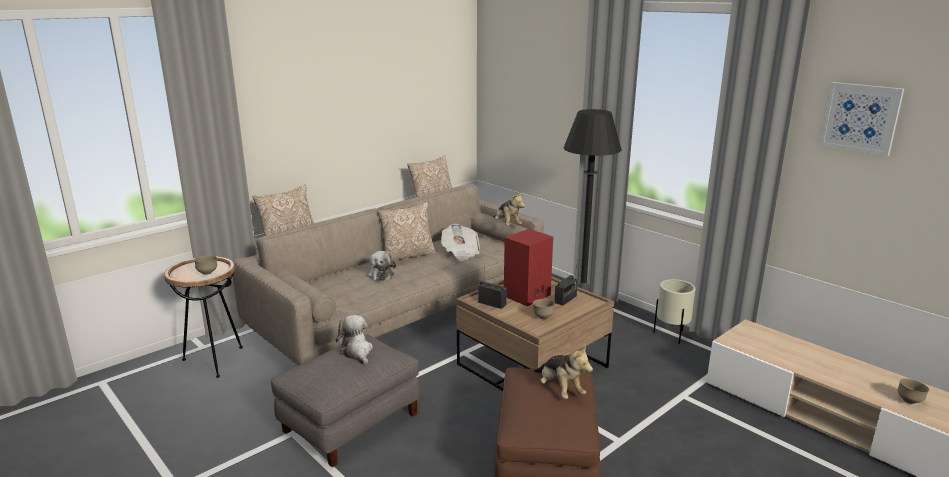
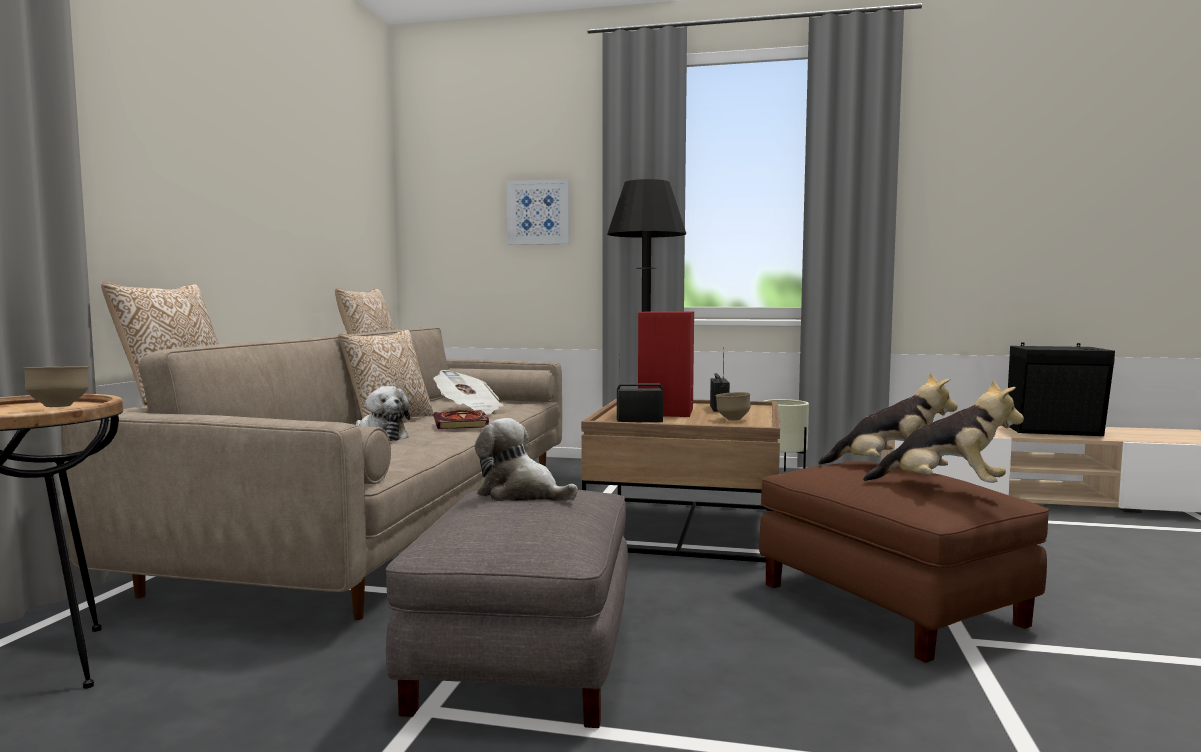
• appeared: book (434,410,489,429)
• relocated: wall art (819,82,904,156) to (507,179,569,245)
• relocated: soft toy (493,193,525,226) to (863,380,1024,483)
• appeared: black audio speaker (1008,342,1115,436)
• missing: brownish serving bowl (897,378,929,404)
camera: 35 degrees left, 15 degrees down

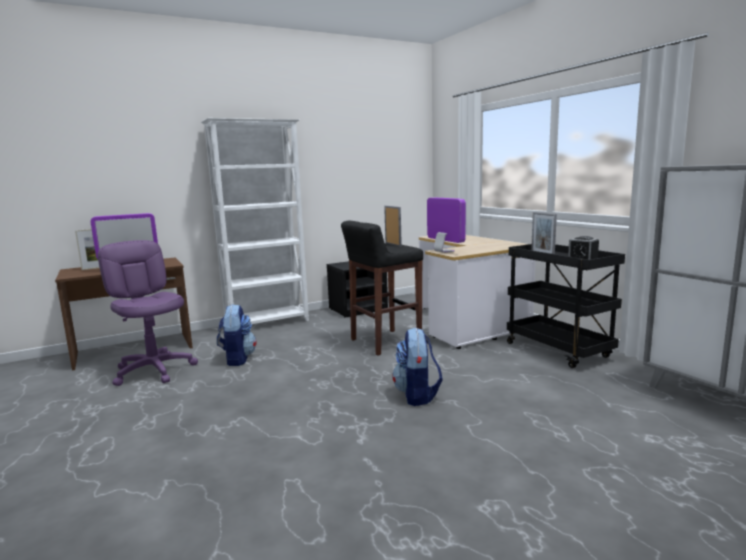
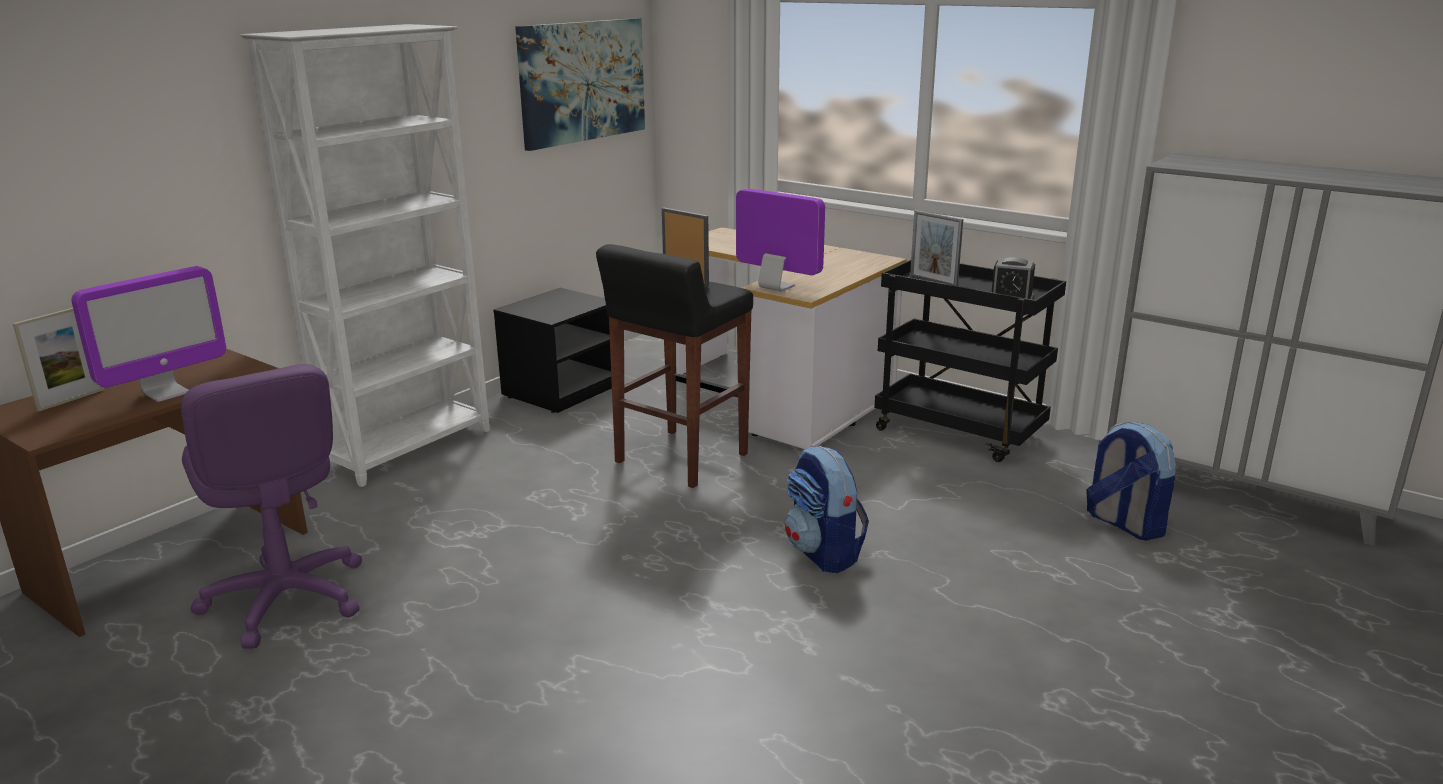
• spun: purple-coloured desk chair (98,240,198,386) = (181,364,362,649) 150 degrees counterclockwise
• appeared: wall art (515,18,645,151)
• relocated: knapsack (217,304,257,366) to (1086,422,1176,541)
camera: 25 degrees left, 10 degrees up

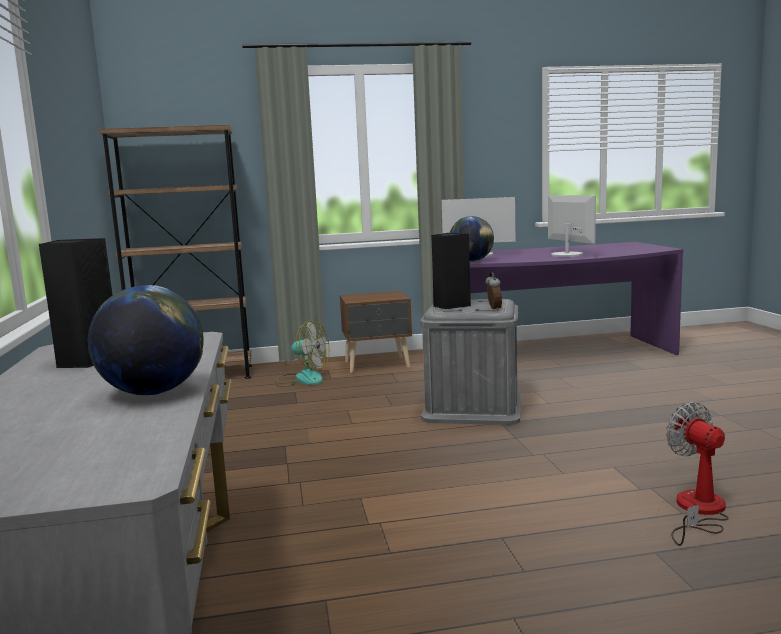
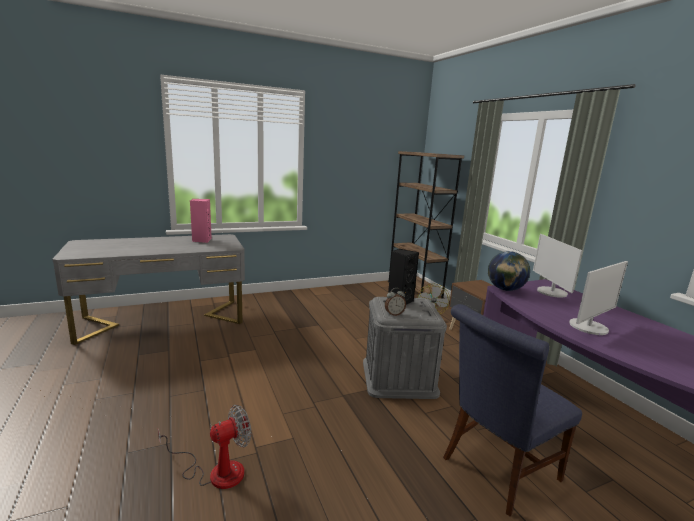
• colour: black audio speaker (39,238,112,368) to pinkish audio speaker (190,199,212,243)
• appeared: bluish upright chair (443,304,582,517)
• missing: globe (88,285,204,395)
camera: 75 degrees right, 5 degrees up

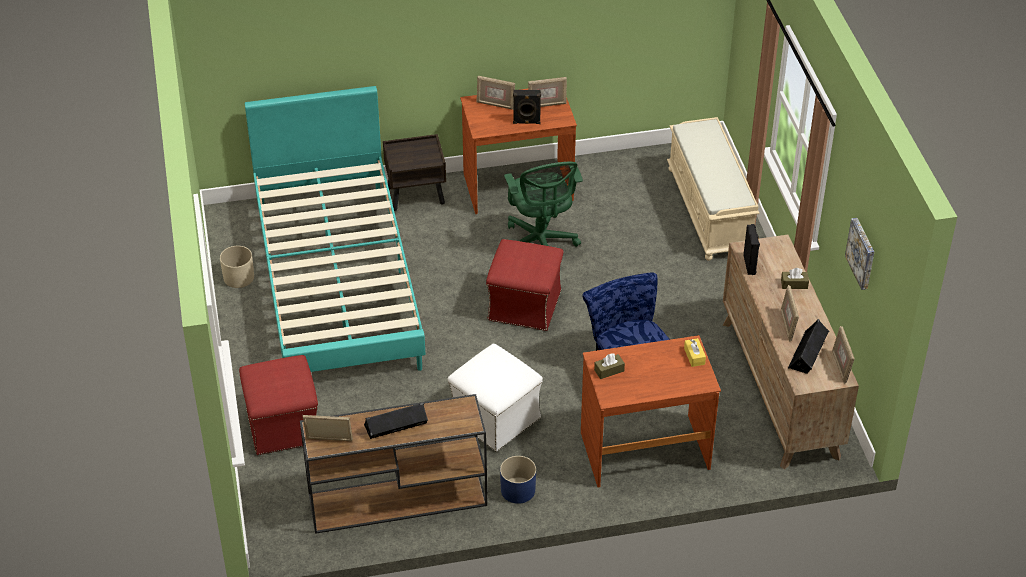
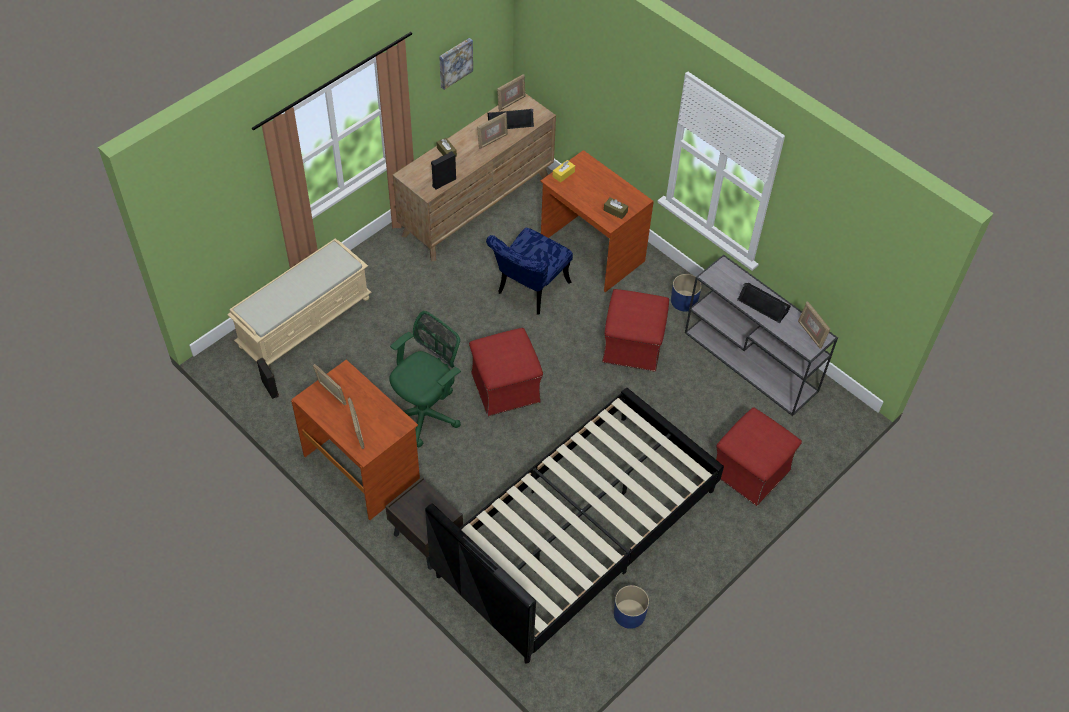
• relocated: black audio speaker (513,90,541,124) to (257,358,279,399)
• colour: turquoise bed (245,86,425,372) to black bed (425,388,724,664)
• colour: whitish ottoman (448,343,543,452) to red ottoman (602,289,669,372)
• colour: sand-coloured flower pot (220,246,254,288) to bluish flower pot (614,585,649,629)
• colour: brownish console table (300,394,487,534) to grey console table (685,255,838,416)
camera: 125 degrees left, 10 degrees up

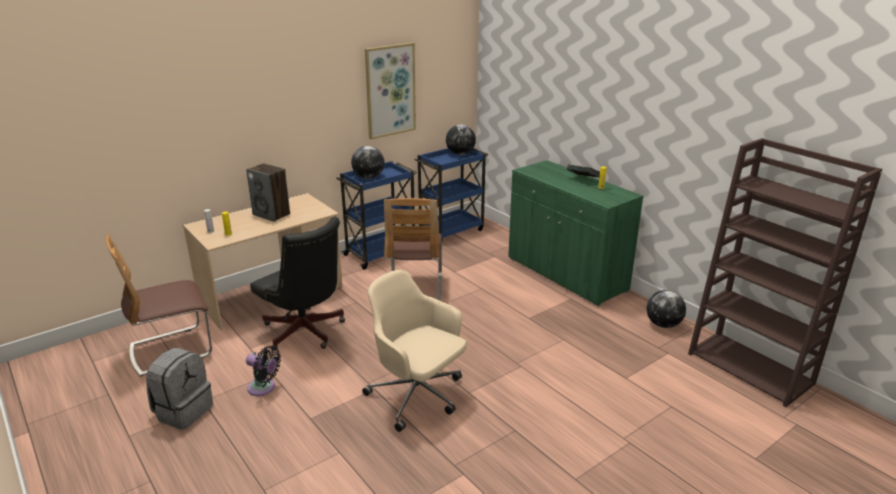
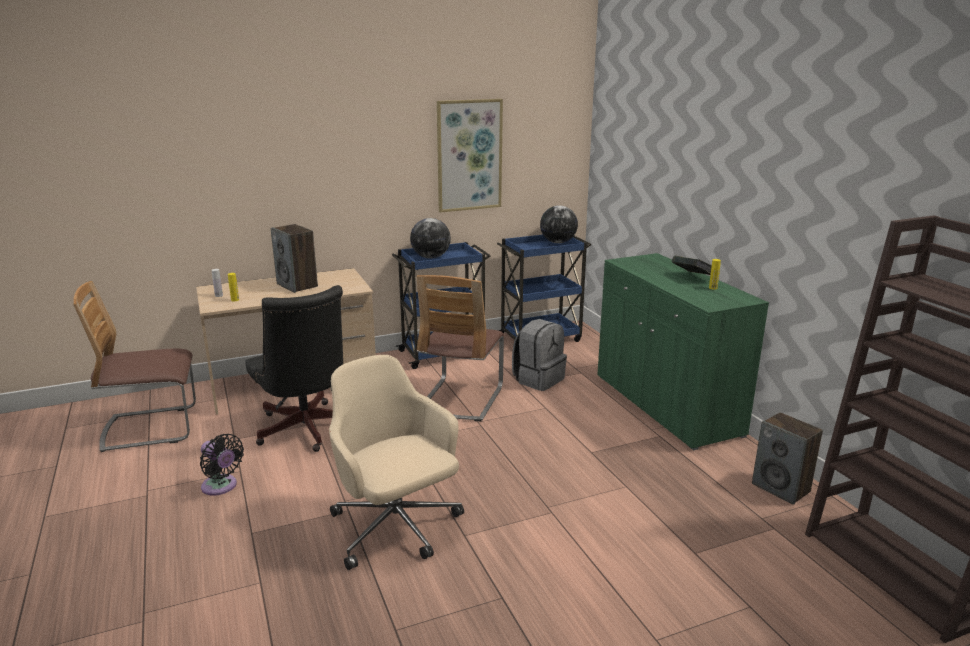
• relocated: grey knapsack (146,348,213,430) to (512,319,567,391)
• exchanged: globe (646,290,686,328) to audio speaker (752,412,823,505)
camera: 15 degrees right, 5 degrees down

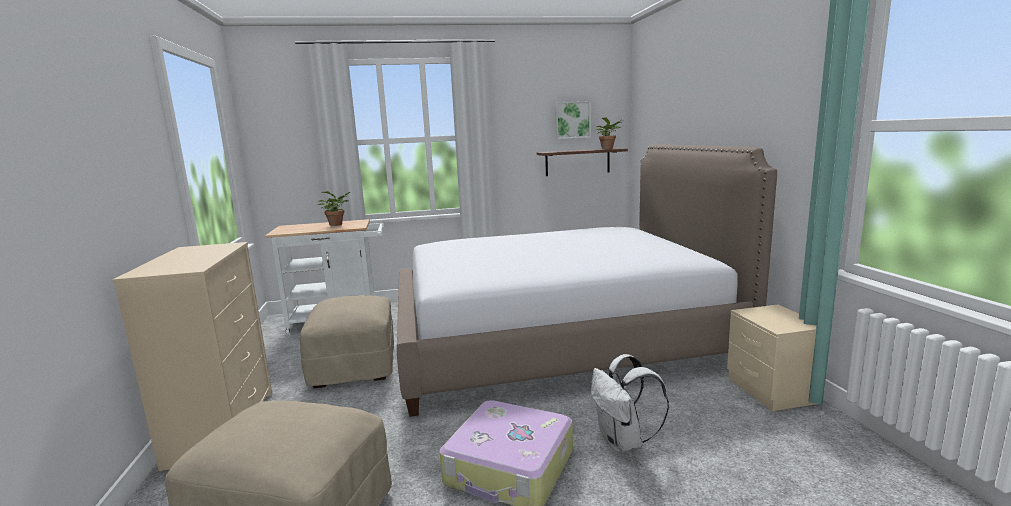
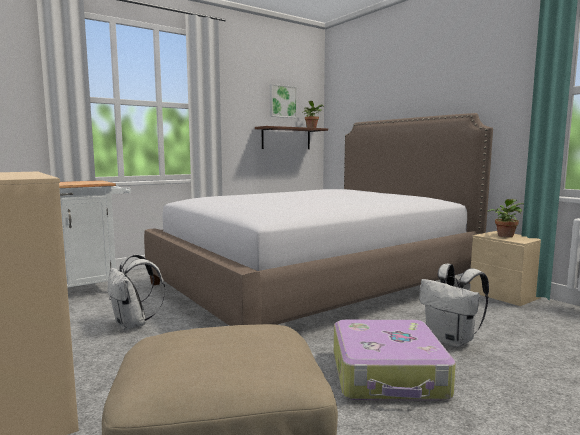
• exchanged: sand-coloured ottoman (300,295,394,389) to whitish knapsack (108,254,165,330)
• relocated: plant in a pot (318,191,353,226) to (487,199,524,238)
camera: 25 degrees left, 5 degrees down

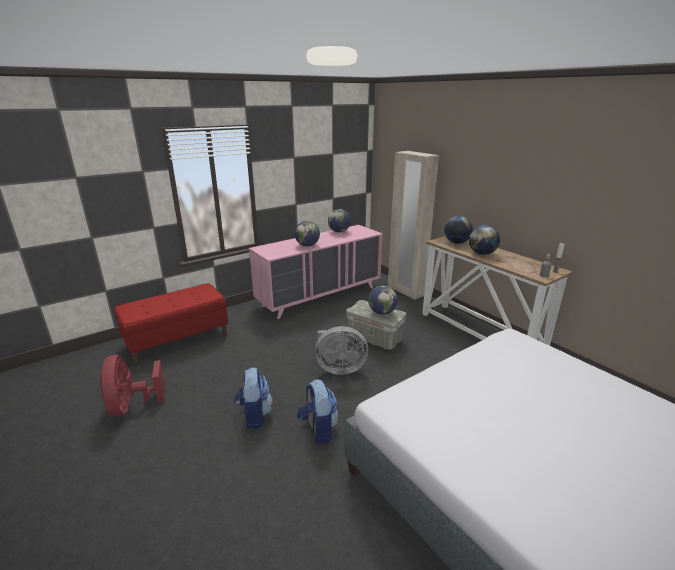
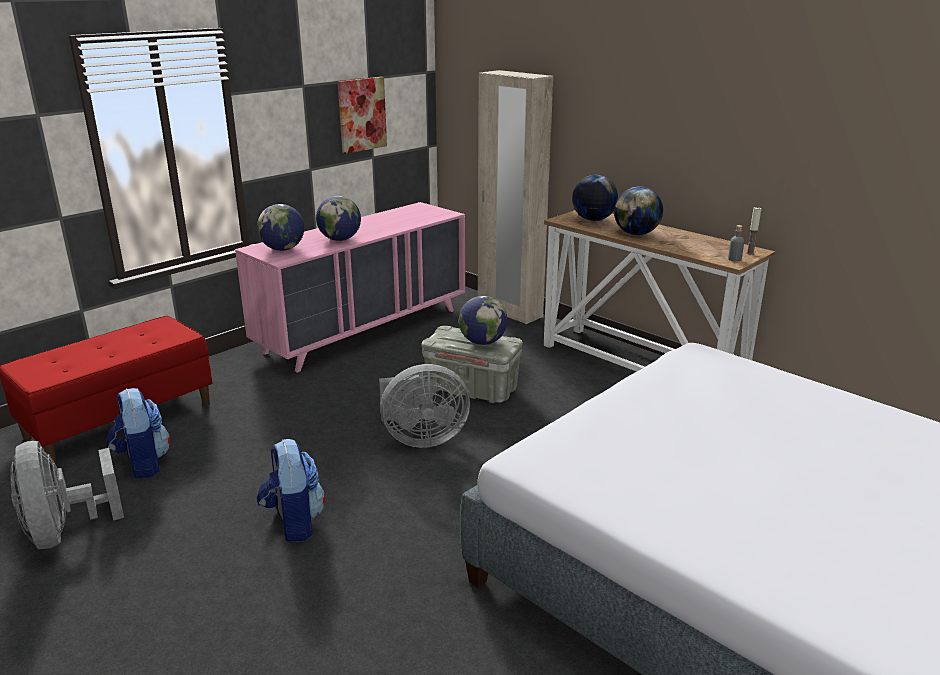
• colour: red electric fan (100,355,165,417) to grey electric fan (11,441,124,549)
• relocated: knapsack (297,379,338,444) to (106,388,170,479)
• relocated: globe (328,209,351,232) to (257,204,304,251)
• appeared: wall art (338,77,387,154)
camera: 10 degrees left, 0 degrees up

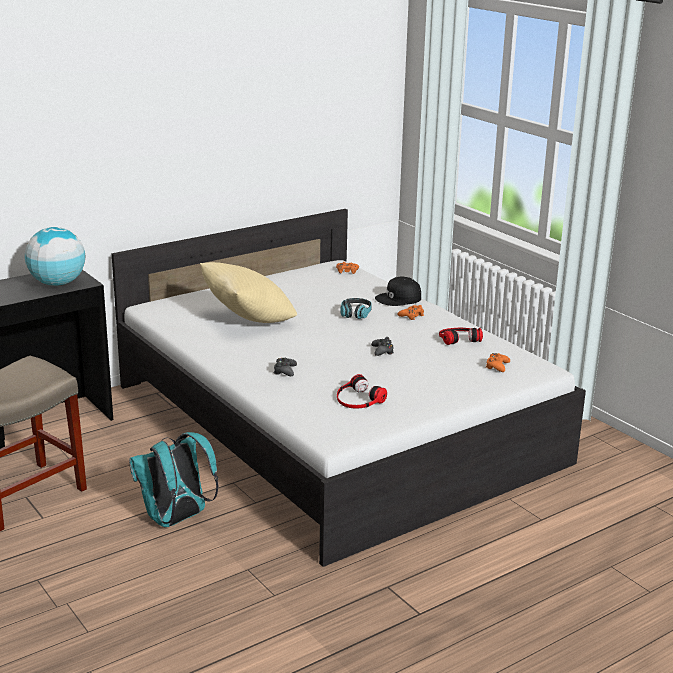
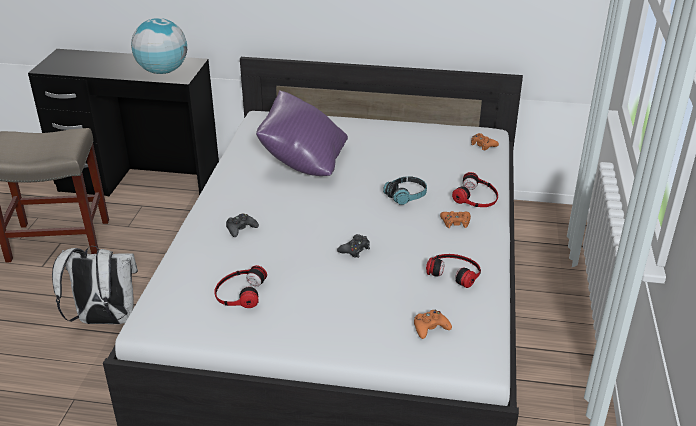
• colour: turquoise knapsack (129,432,219,527) to whitish knapsack (52,246,138,324)
• colour: sand-coloured pillow (200,262,297,323) to purple-coloured pillow (256,90,348,176)
• exchanged: black baseball cap (375,277,421,306) to headphones (452,172,498,207)
camera: 45 degrees right, 10 degrees up

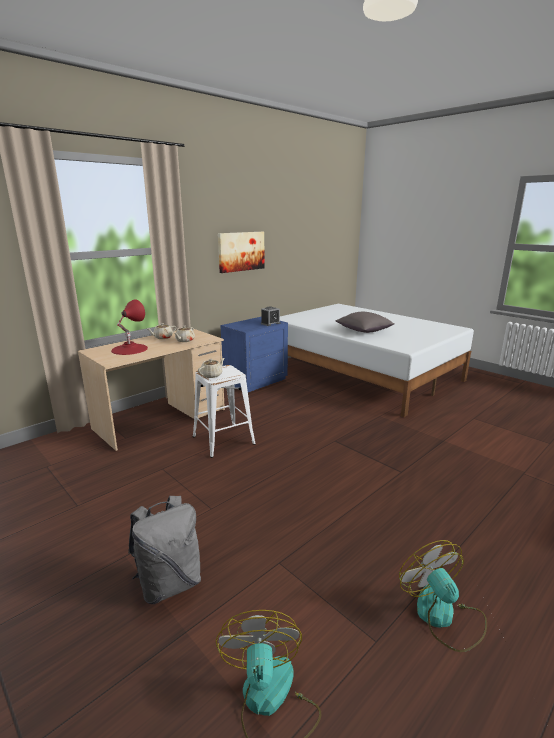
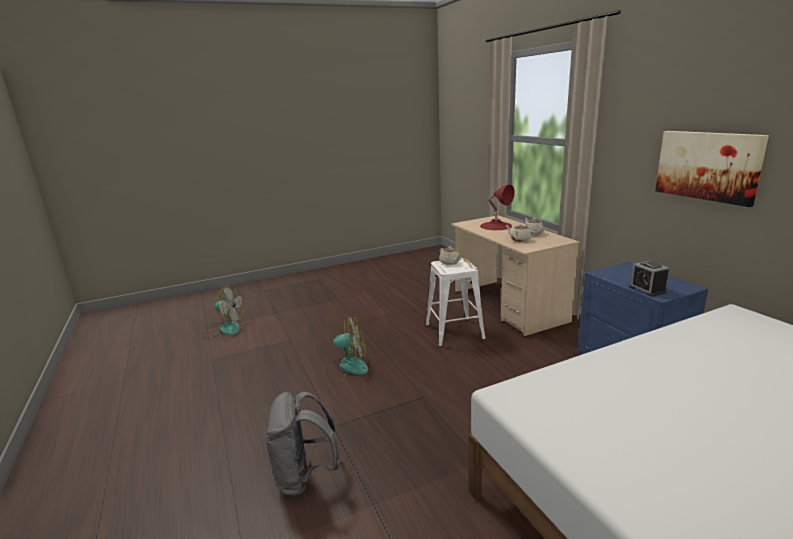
• relocated: grey knapsack (128,496,201,604) to (264,391,341,496)
• relocated: electric fan (399,540,487,652) to (323,316,369,383)
• missing: grey pillow (336,312,394,333)
camera: 110 degrees right, 0 degrees up

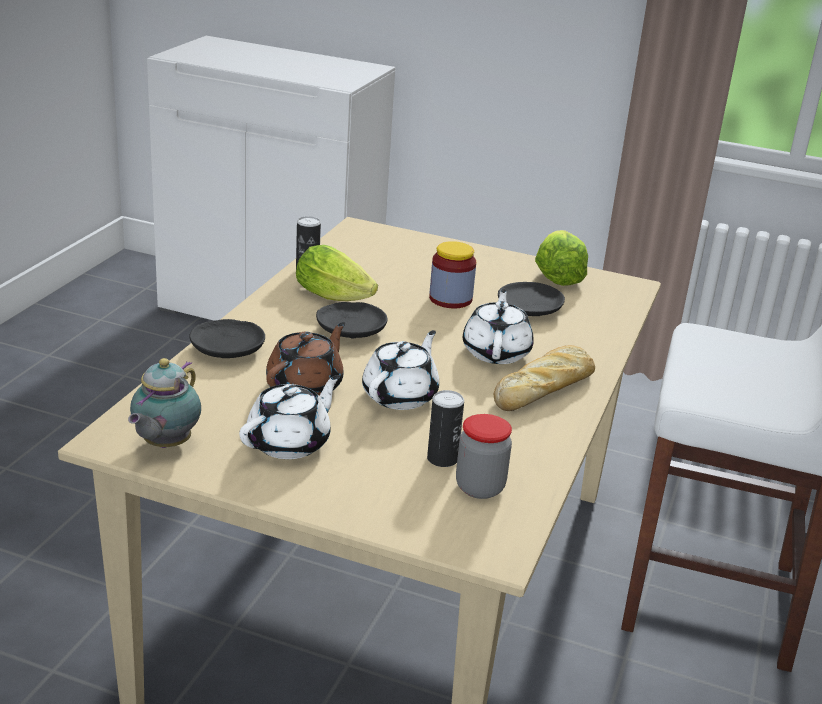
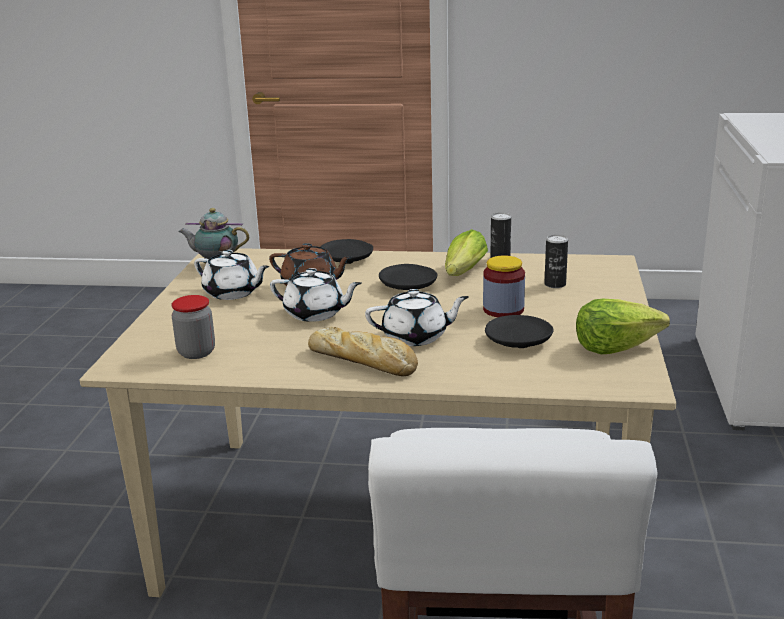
• relocated: sealed can (427,390,464,467) to (544,235,568,288)
camera: 80 degrees right, 5 degrees down

